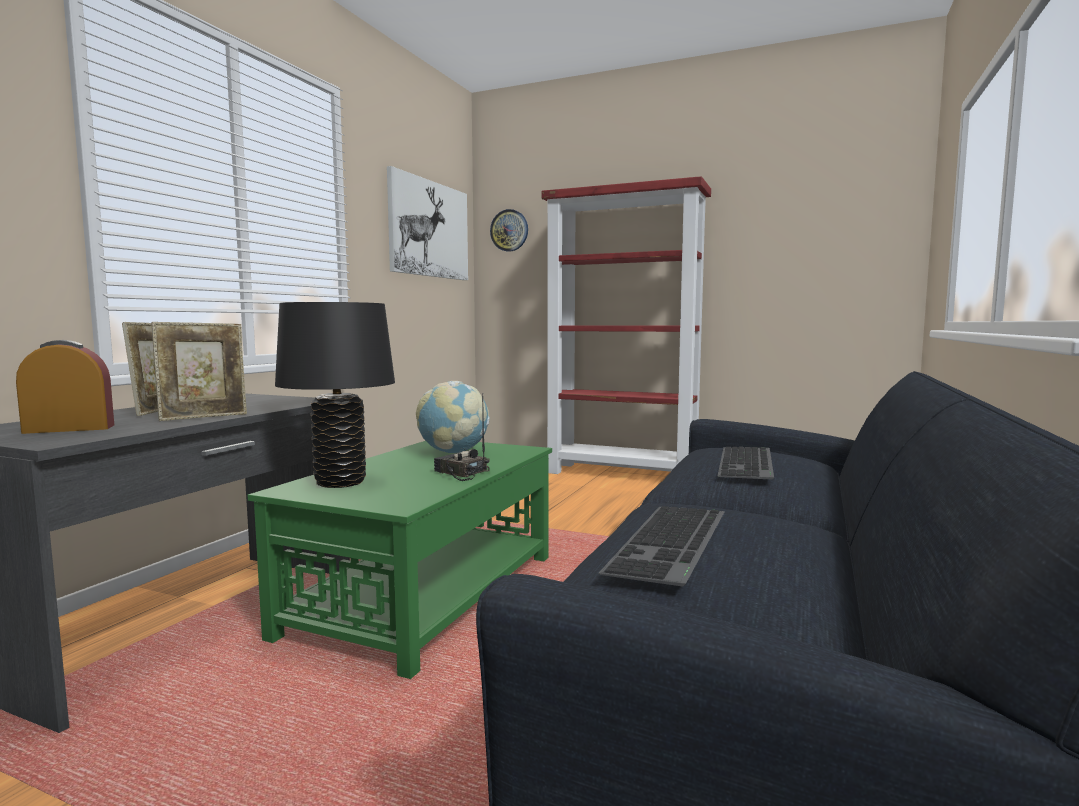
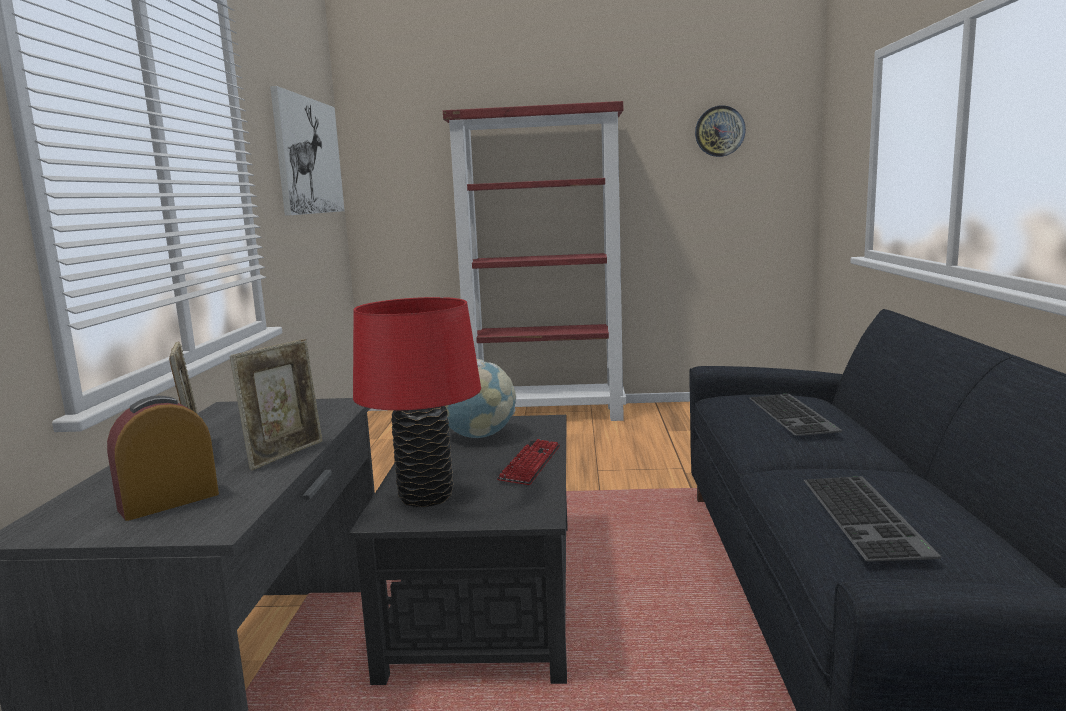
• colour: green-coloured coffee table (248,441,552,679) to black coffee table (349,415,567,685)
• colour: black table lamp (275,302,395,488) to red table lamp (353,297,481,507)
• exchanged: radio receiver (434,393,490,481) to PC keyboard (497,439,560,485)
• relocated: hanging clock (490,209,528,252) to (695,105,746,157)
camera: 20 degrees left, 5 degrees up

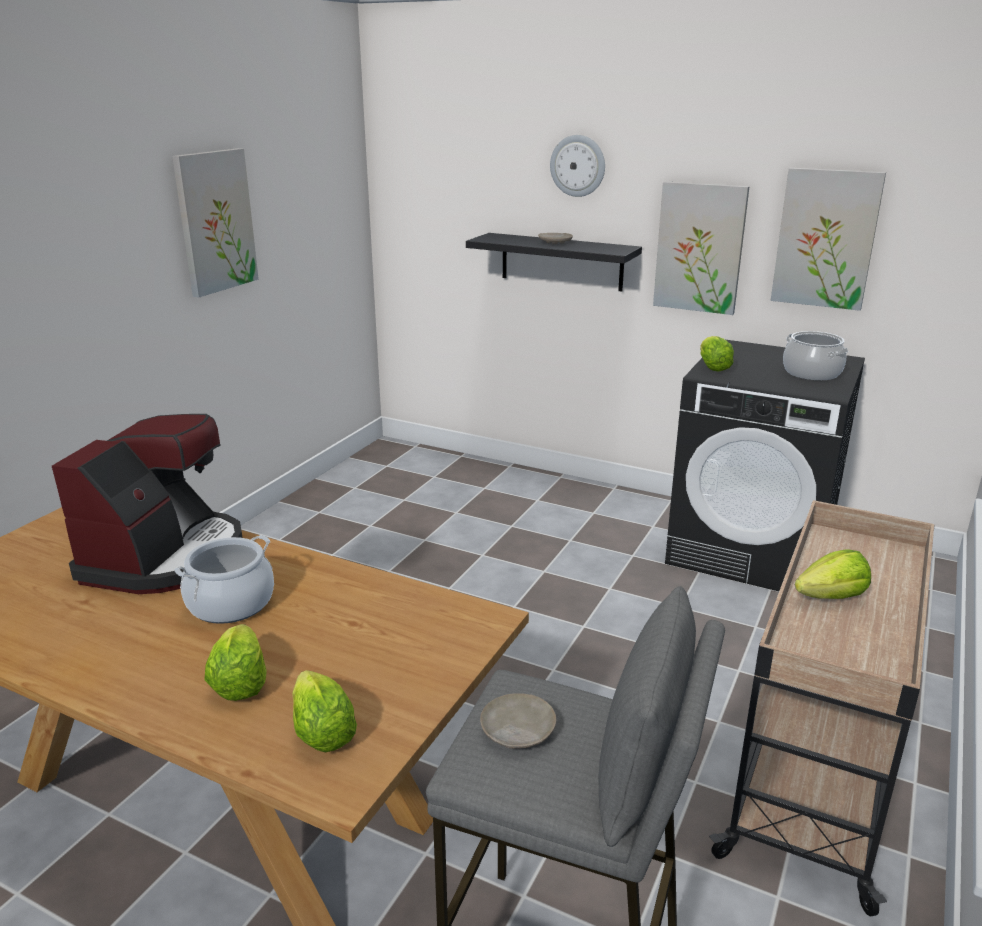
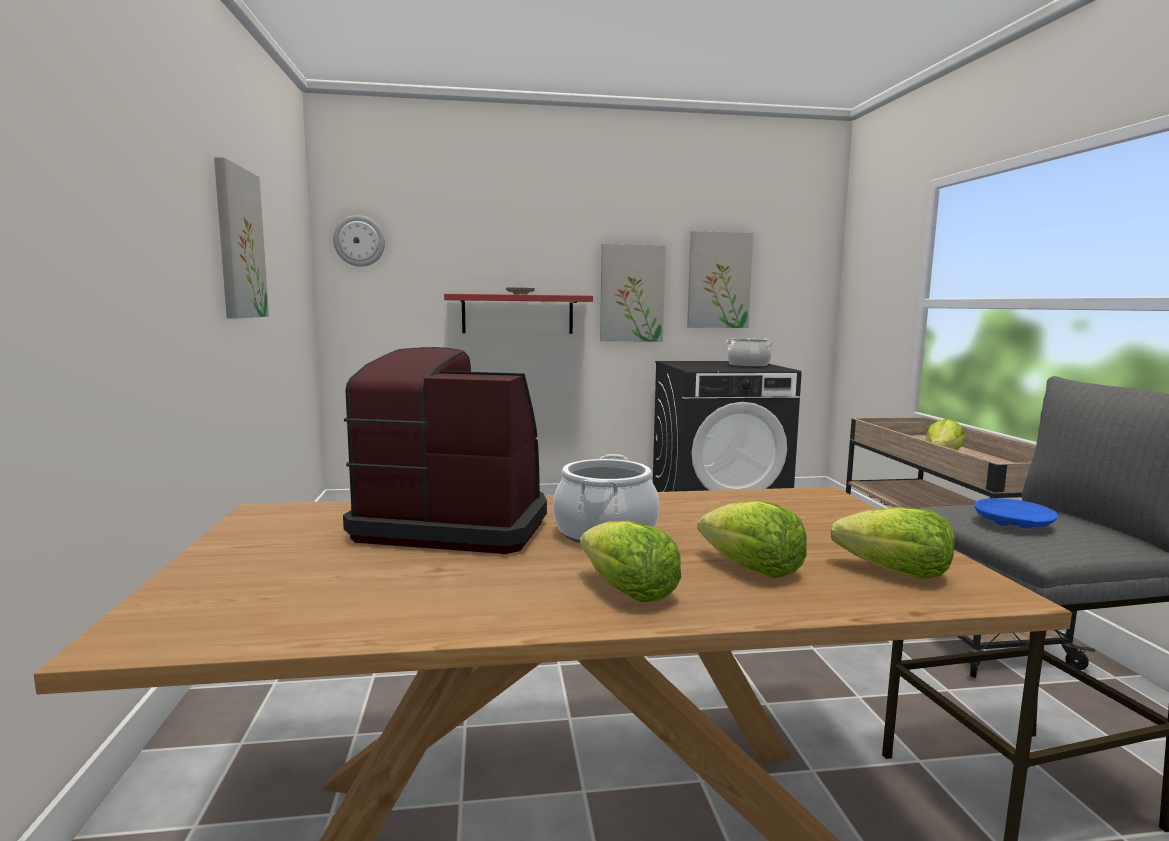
• relocated: hanging clock (550,135,605,197) to (333,215,385,267)
• spun: coffee machine (52,414,242,594) = (343,347,547,554) 60 degrees counterclockwise
• colour: black wall shelf (466,233,642,291) to red wall shelf (444,294,593,334)
• relocated: lettuce (700,336,734,372) to (580,521,681,602)
• colour: sand-coloured plate (480,693,556,749) to bluish plate (974,498,1059,528)
camera: 35 degrees left, 15 degrees down

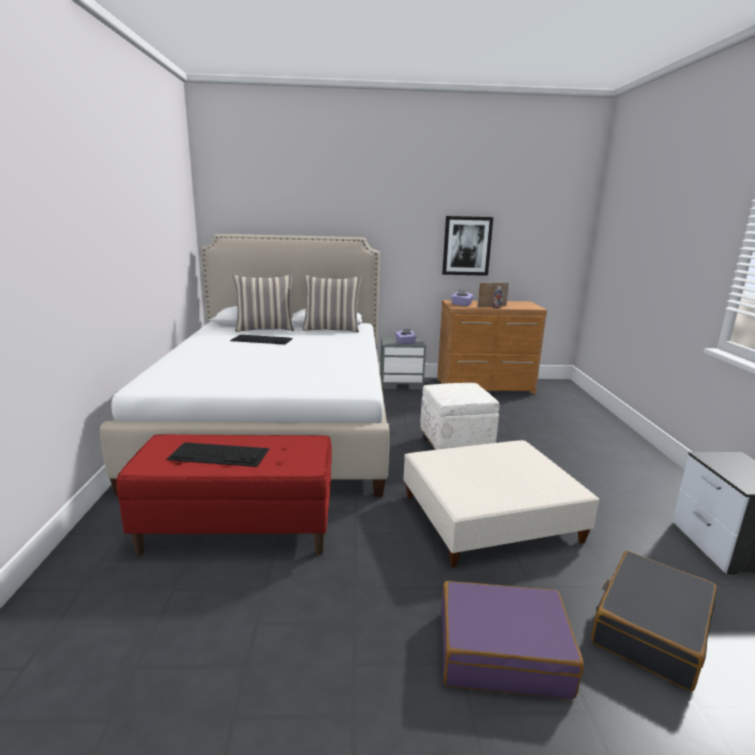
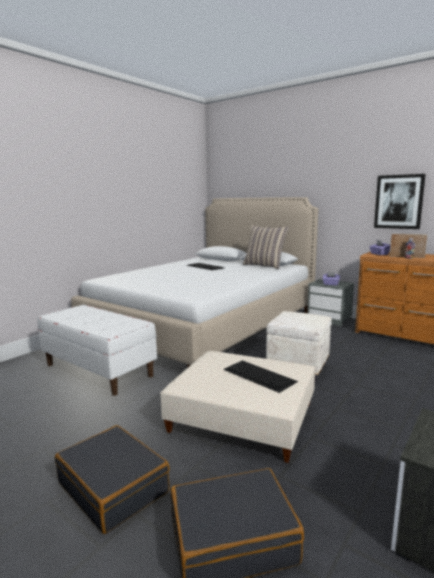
• colour: red bench (116,434,332,556) to whitish bench (37,305,157,396)
• colour: purple-coloured suitcase (441,581,584,699) to black suitcase (55,425,170,534)
• relocated: PC keyboard (166,442,269,467) to (224,360,298,393)
• missing: pillow (233,275,294,332)
camera: 40 degrees right, 5 degrees down

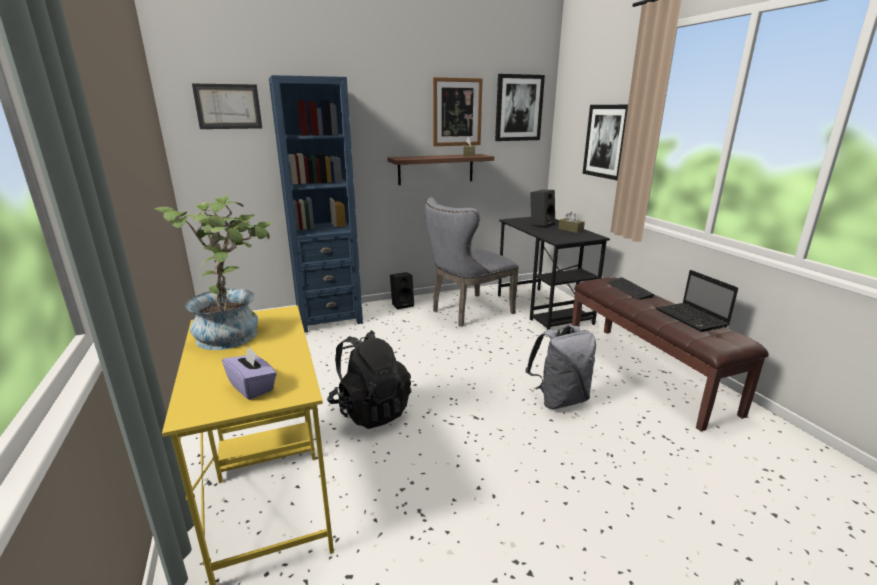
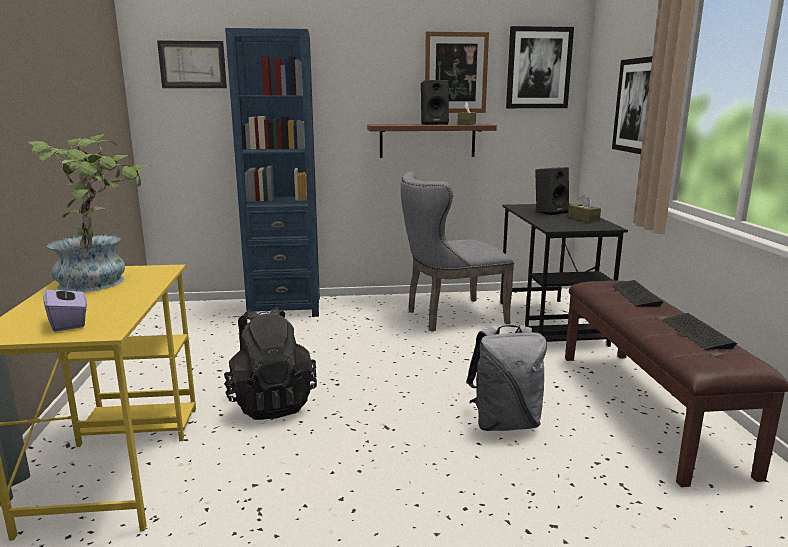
• relocated: black audio speaker (390,272,414,309) to (421,80,449,125)
• exchanged: laptop (656,270,738,332) to PC keyboard (663,313,737,350)
camera: 15 degrees right, 5 degrees down

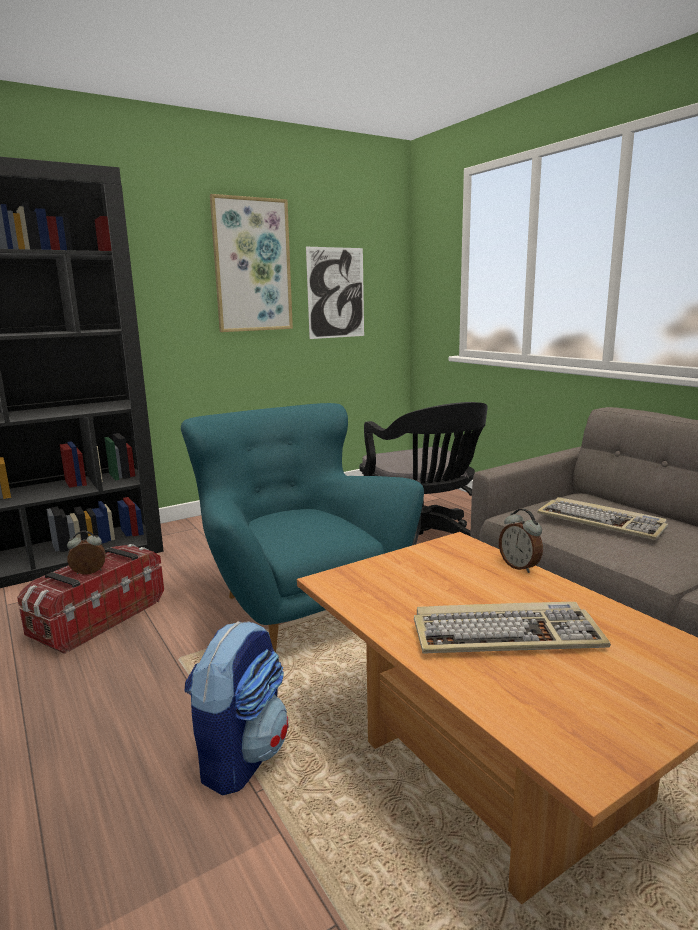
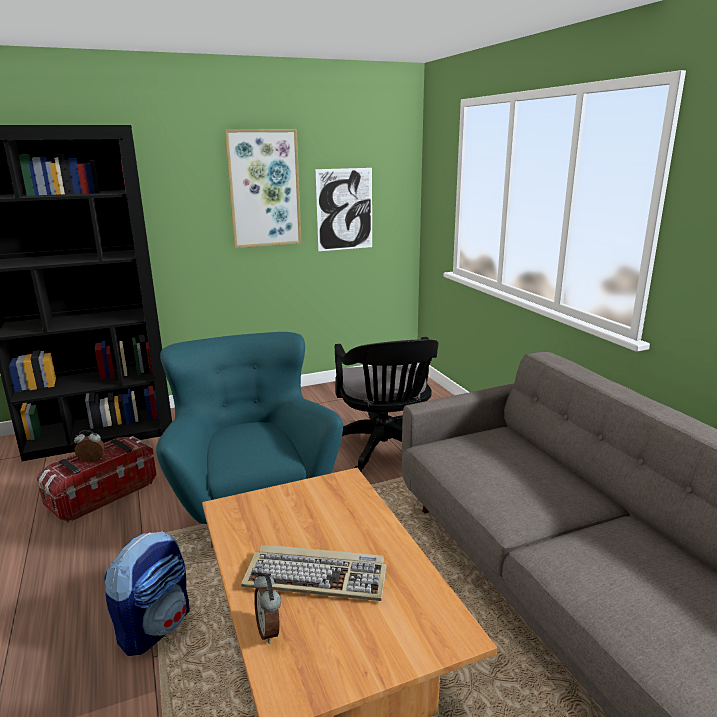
• relocated: table clock (499,509,543,573) to (254,573,281,644)
• missing: PC keyboard (537,497,668,540)
camera: 10 degrees right, 5 degrees up

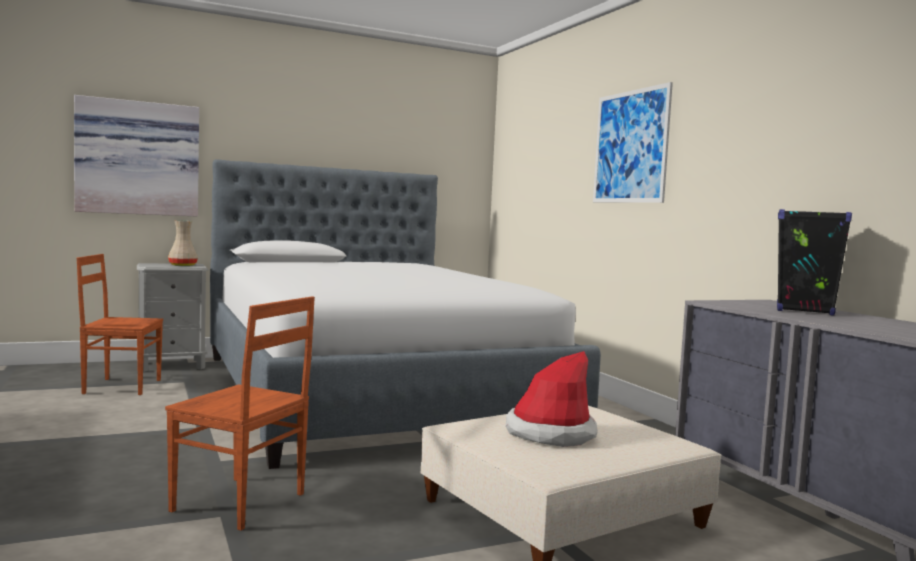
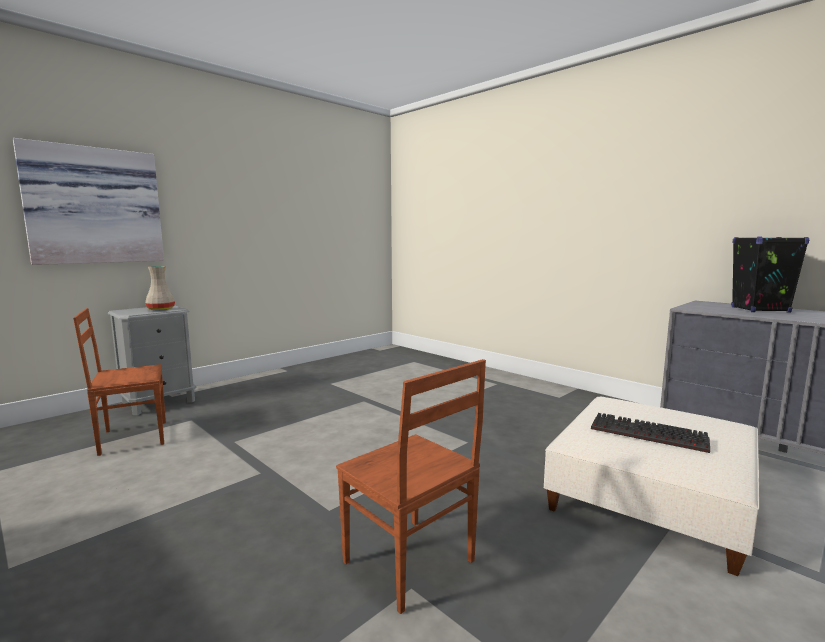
• spun: brownish upright chair (165,296,315,531) = (336,359,486,614) 45 degrees clockwise
• exchanged: clothing hat (506,351,598,447) to PC keyboard (591,413,710,453)
• missing: bed (210,159,601,469)
• missing: wall art (593,82,673,203)
camera: 20 degrees left, 5 degrees up

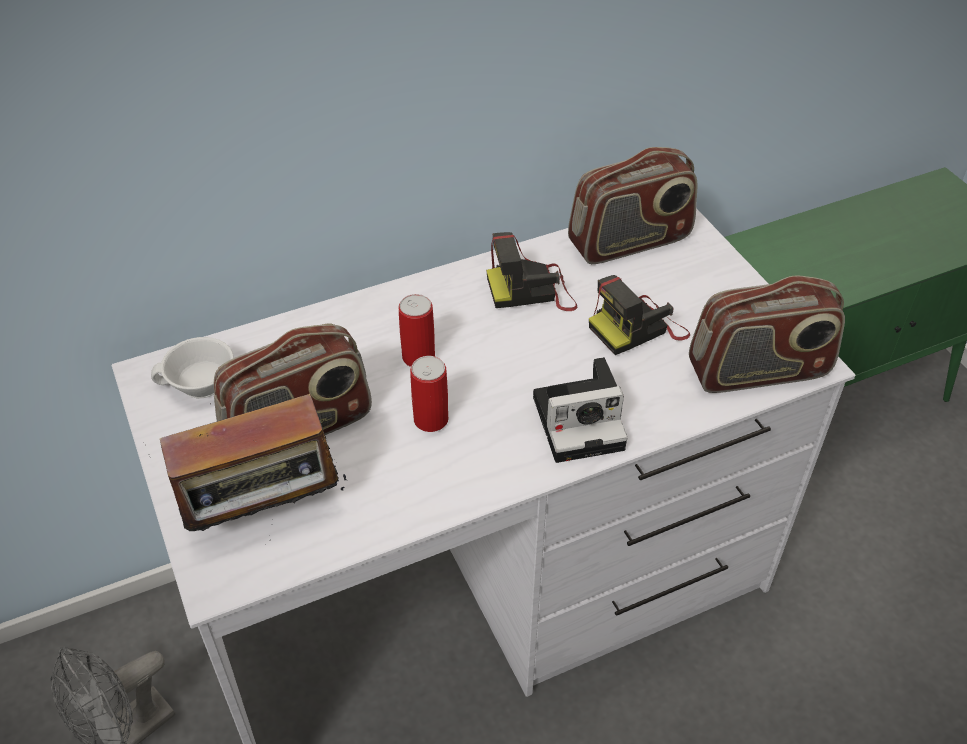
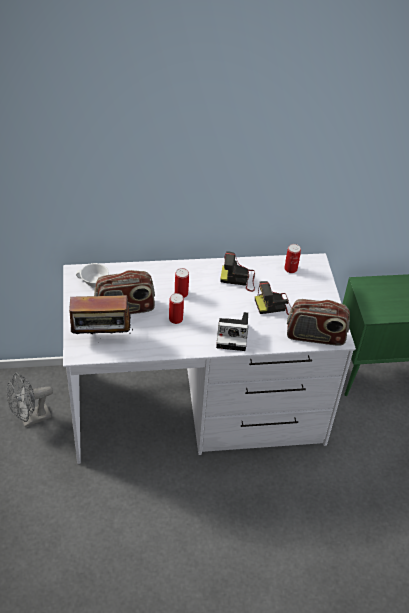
• exchanged: radio receiver (568,147,698,264) to sealed can (284,244,301,273)
camera: 15 degrees right, 0 degrees up

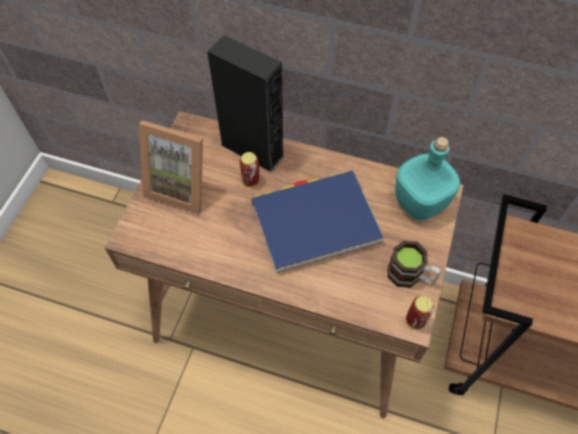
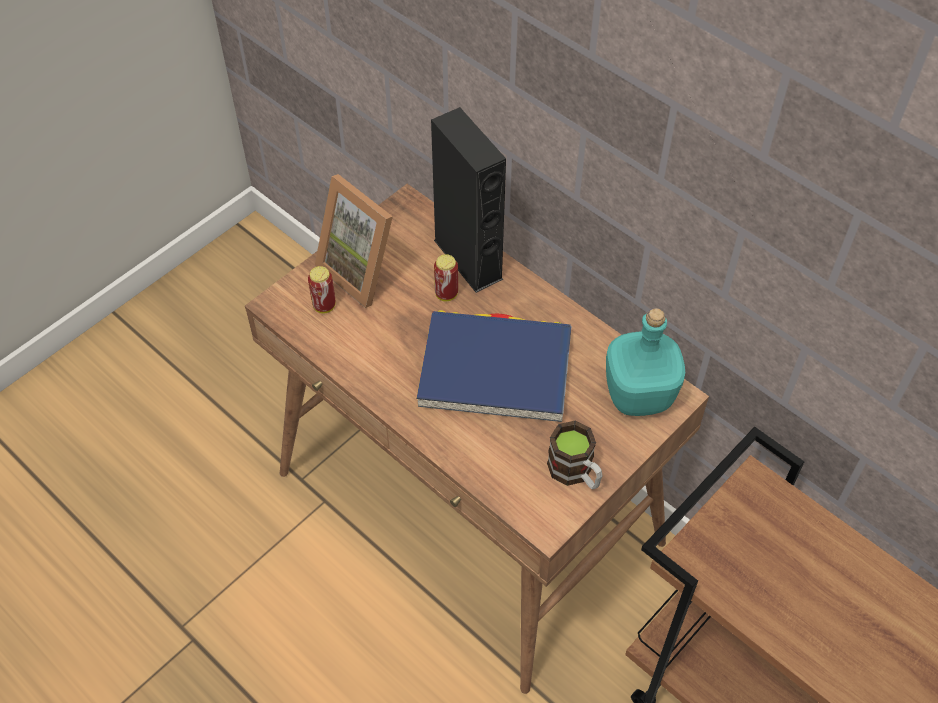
• relocated: sealed can (406,296,434,330) to (308,266,336,313)
camera: 25 degrees right, 5 degrees down

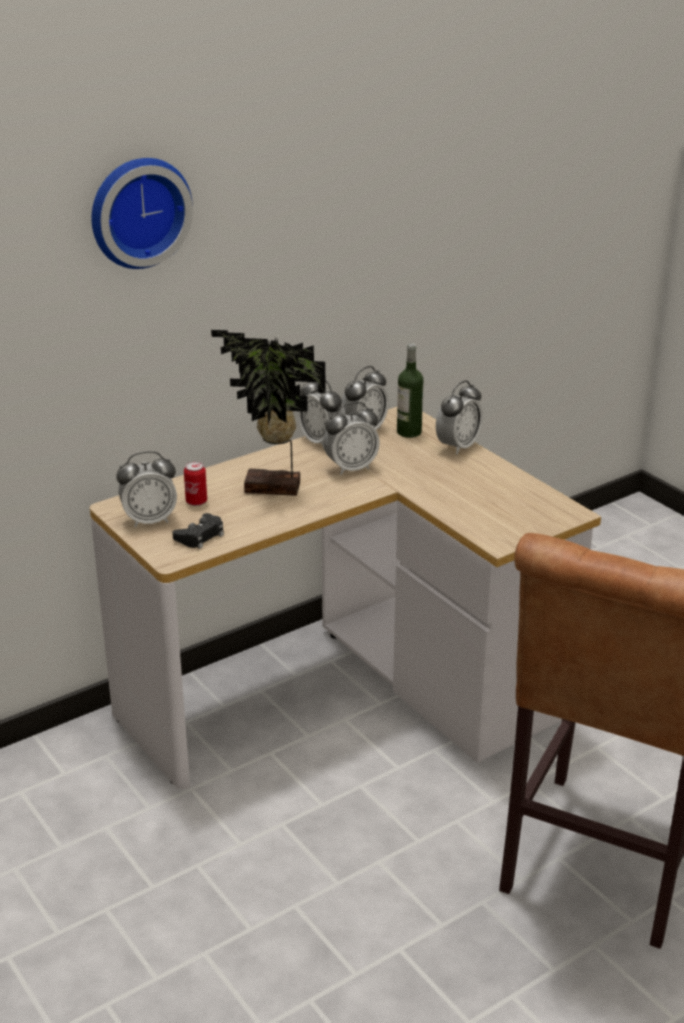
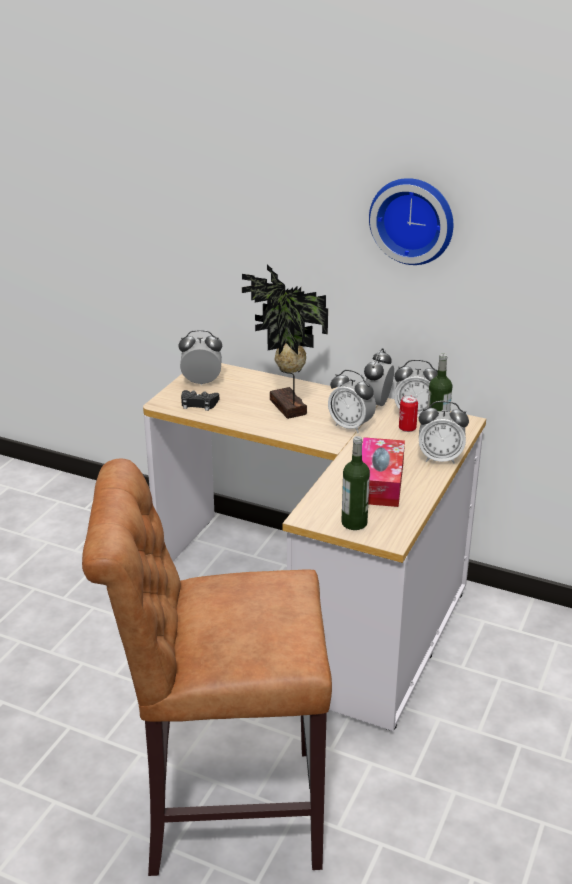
• spun: table clock (116,451,177,528) = (178,330,222,385) 135 degrees clockwise
• appeared: bottle (341,436,370,530)
• appeared: tissue box (362,437,405,507)
• relocated: hanging clock (92,158,193,269) to (369,178,453,265)
• relocated: sealed can (184,461,207,506) to (399,395,418,432)
camera: 60 degrees right, 0 degrees up

